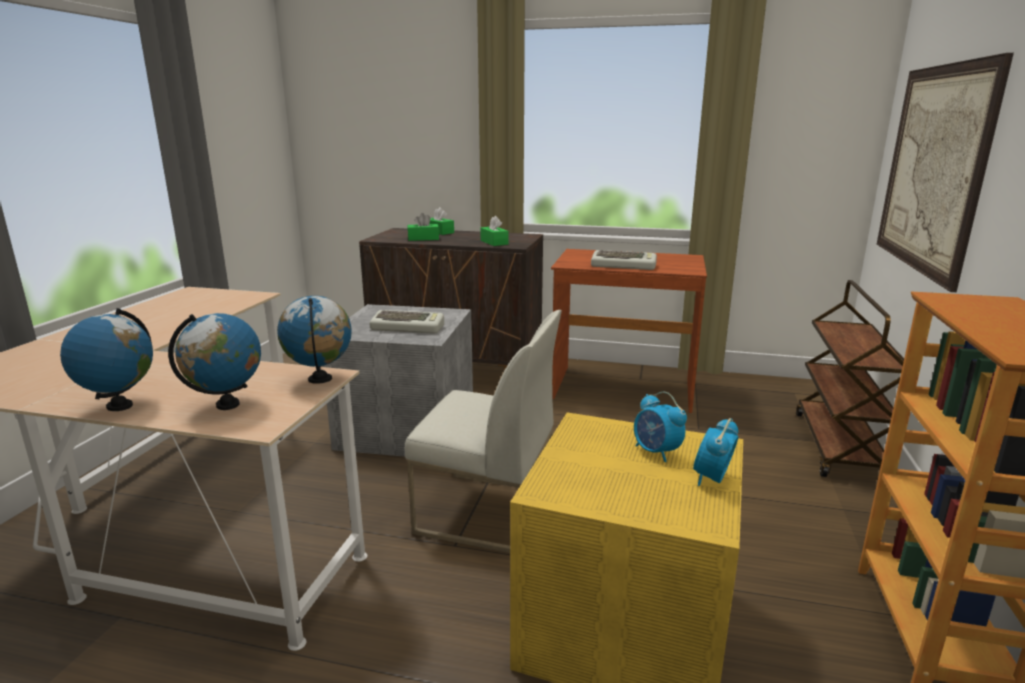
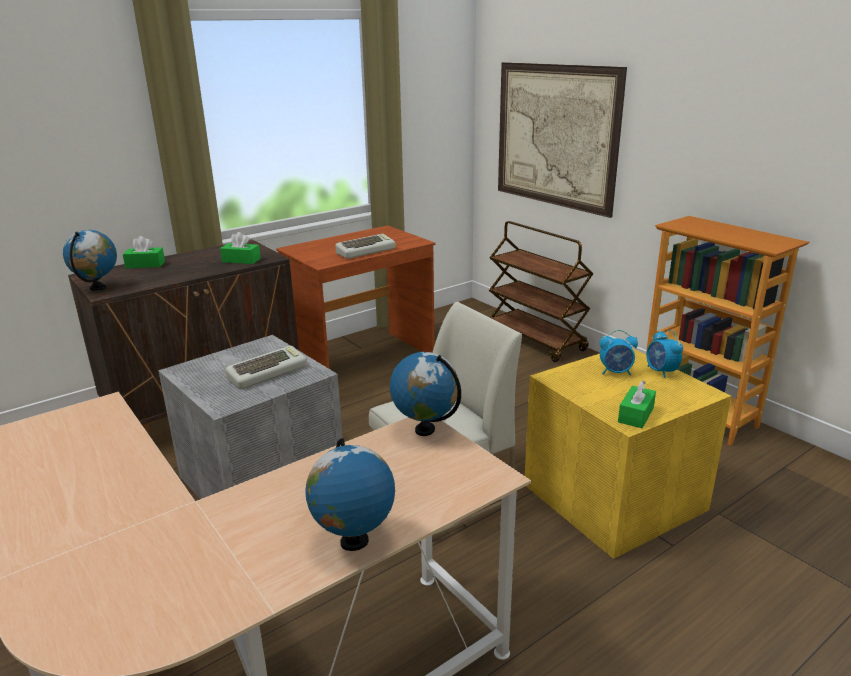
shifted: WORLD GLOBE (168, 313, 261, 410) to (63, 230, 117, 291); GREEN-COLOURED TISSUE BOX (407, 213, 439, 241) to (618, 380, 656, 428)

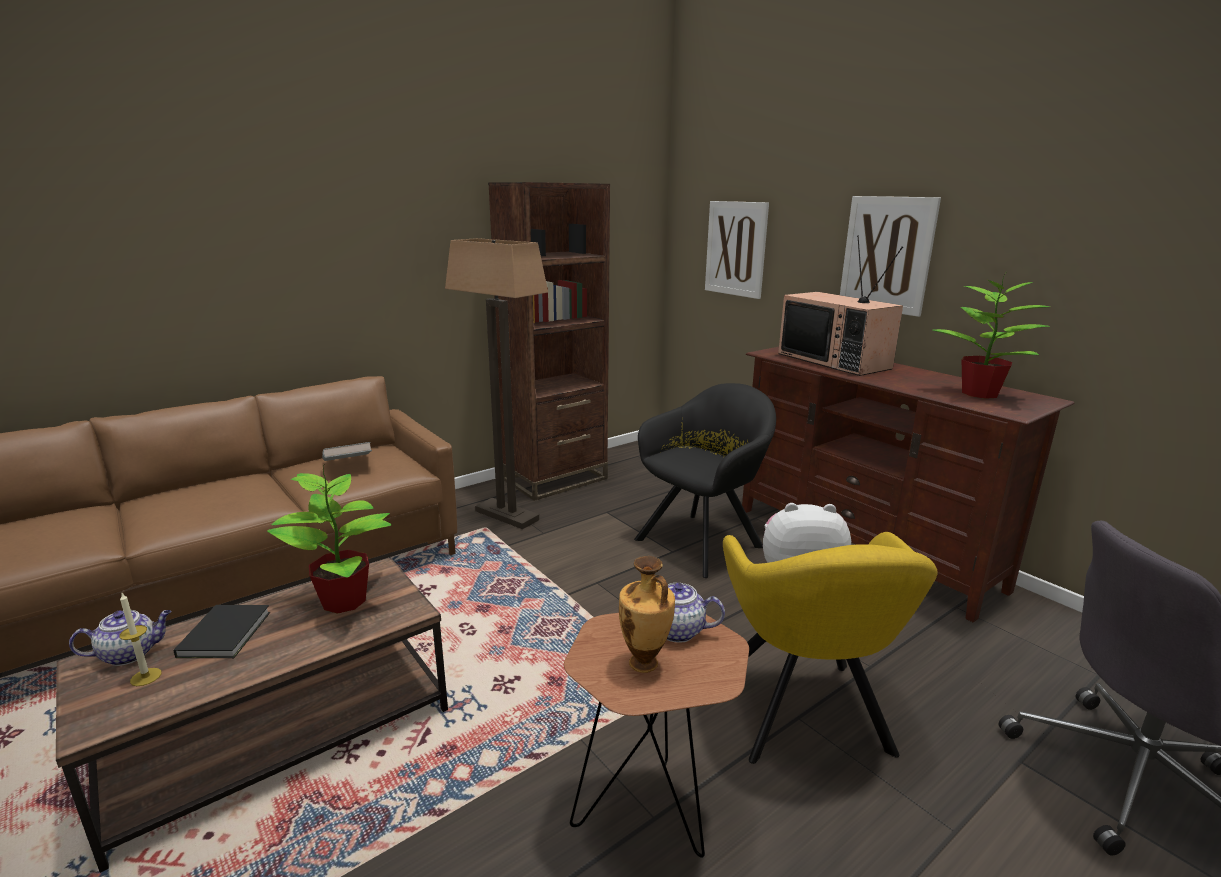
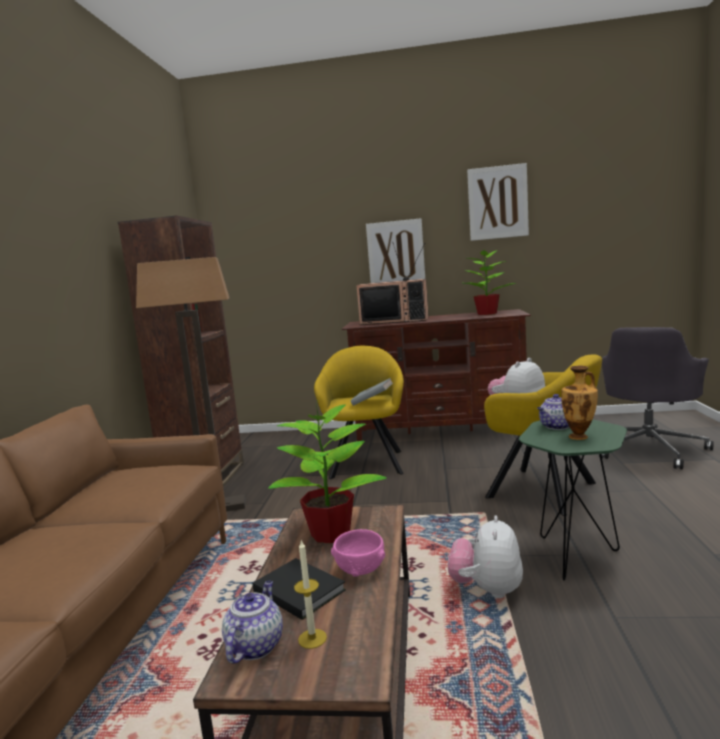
new: PINK SERVING BOWL (331, 529, 385, 577); CUDDLY TOY (448, 515, 523, 598)
shifted: GREYISH BOOK (322, 442, 372, 461) to (350, 378, 393, 406); WALL PICTURE (705, 201, 769, 299) to (467, 163, 529, 241)
repainted: BROWNISH END TABLE (564, 613, 749, 858) to GREEN-COLOURED END TABLE (519, 420, 627, 581); BLACKISH LOUNGE CHAIR (634, 383, 776, 578) to YELLOW-COLOURED LOUNGE CHAIR (314, 346, 404, 479)

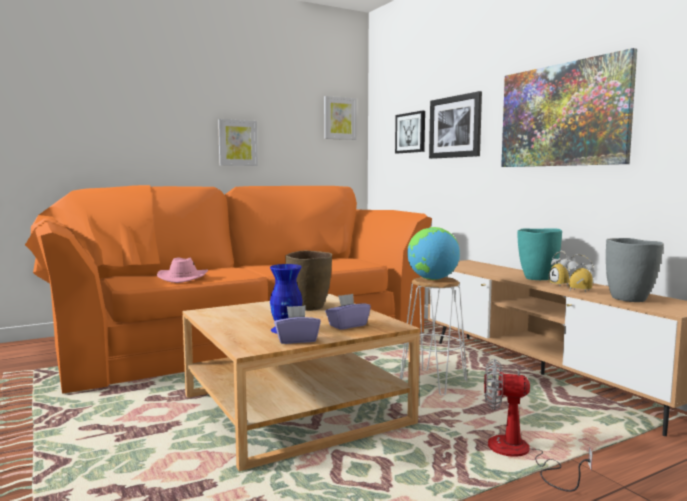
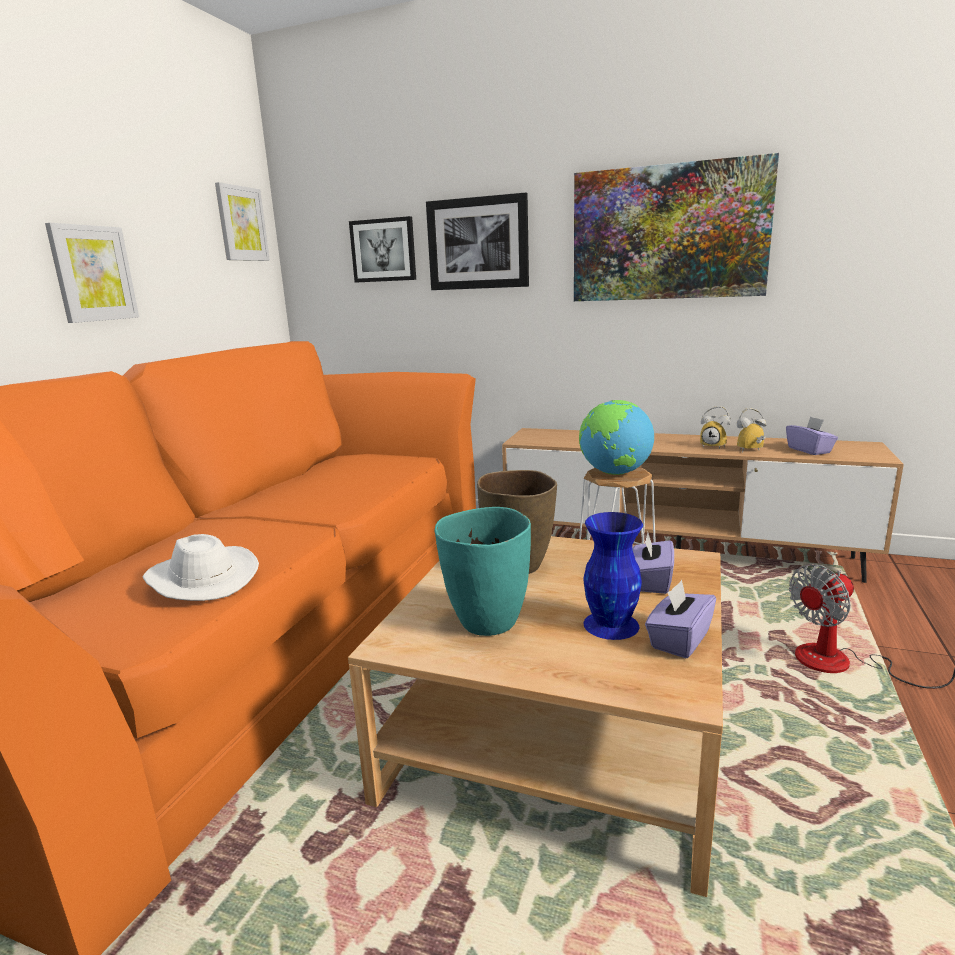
shifted: TURQUOISE VASE (517, 228, 562, 280) to (435, 507, 531, 636)
swapped: GREYISH VASE (606, 238, 664, 302) to PURPLISH TISSUE BOX (786, 416, 838, 455)
repainted: PINK WEARABLE HAT (157, 258, 208, 283) to WHITISH WEARABLE HAT (142, 534, 259, 601)

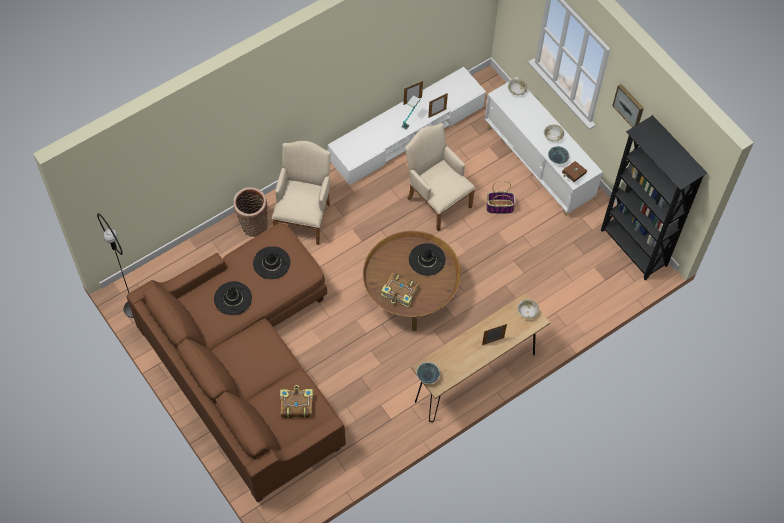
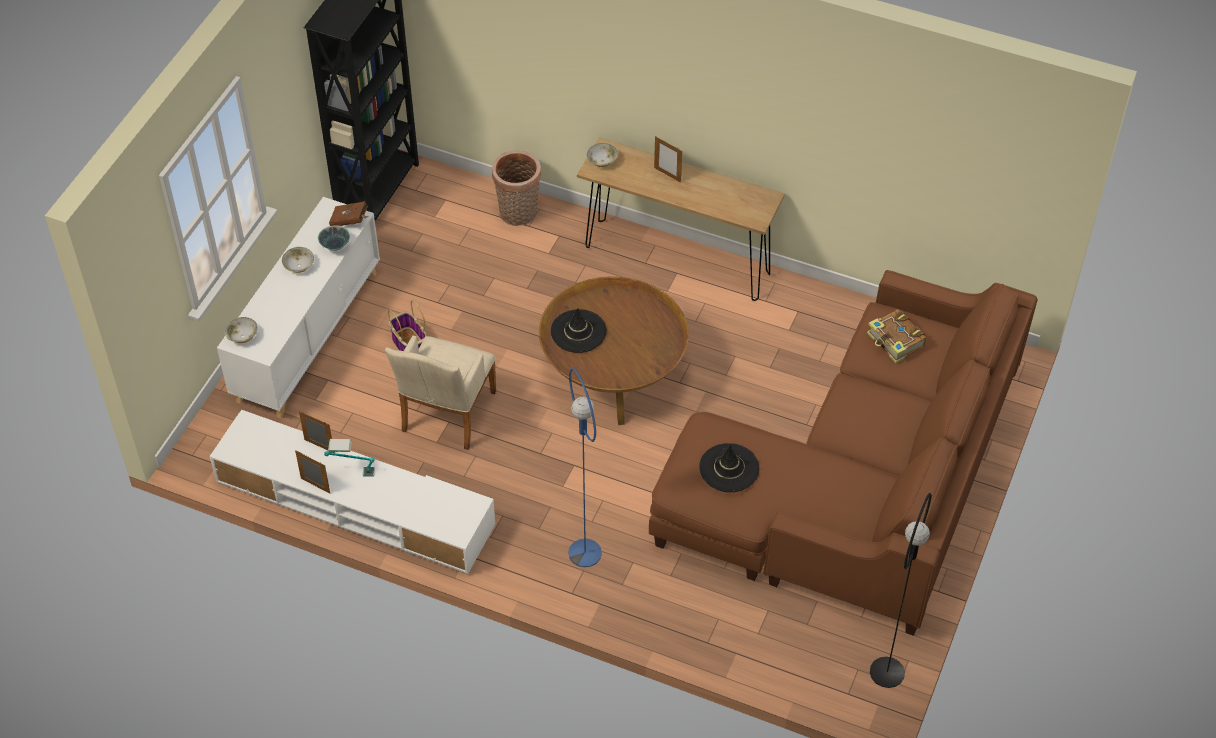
gone: BLACKISH WEARABLE HAT (214, 281, 252, 315); BOOK (381, 273, 419, 308); SERVING BOWL (416, 362, 440, 384); WALL PICTURE (612, 84, 644, 128)
shifted: STORAGE BASKET (233, 187, 268, 237) to (492, 150, 541, 226)
swapped: BEIGE-COLOURED LOUNGE CHAIR (272, 141, 330, 245) to BLUE-COLOURED STANDING LAMP (568, 368, 602, 567)

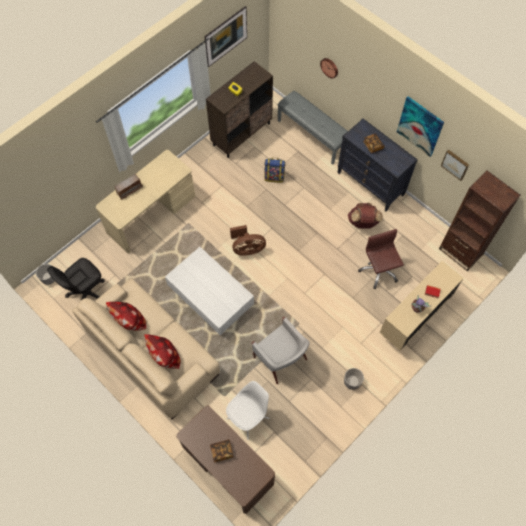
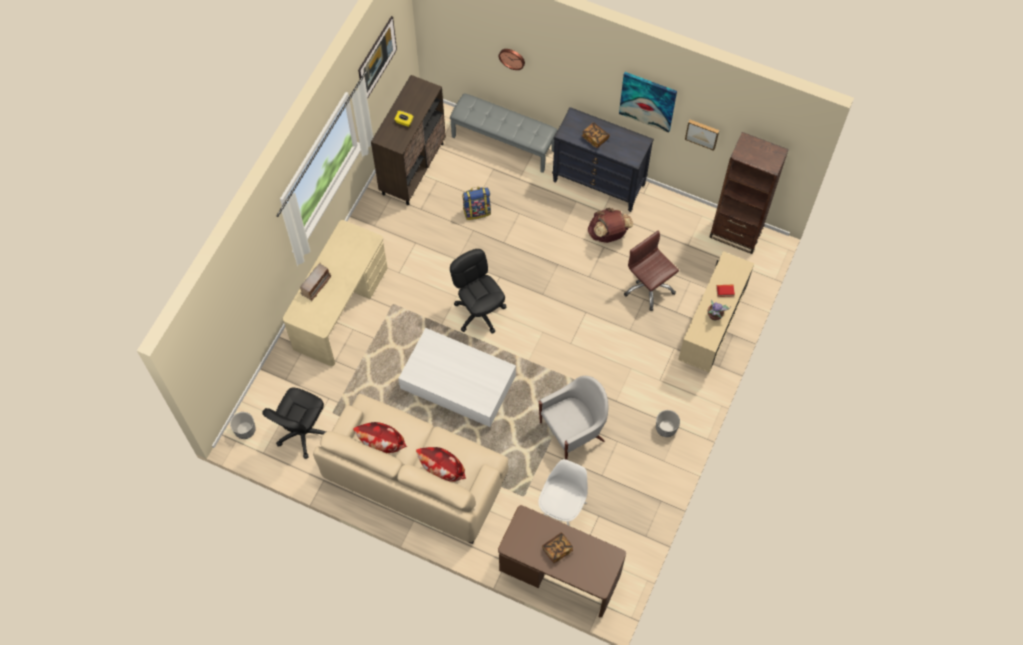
swapped: BROWNISH ELECTRIC FAN (230, 225, 266, 256) to BLACKISH OFFICE CHAIR (450, 249, 506, 334)
rotated: WHITISH LOUNGE CHAIR (252, 317, 310, 384) = (539, 376, 608, 460) 60 degrees counterclockwise

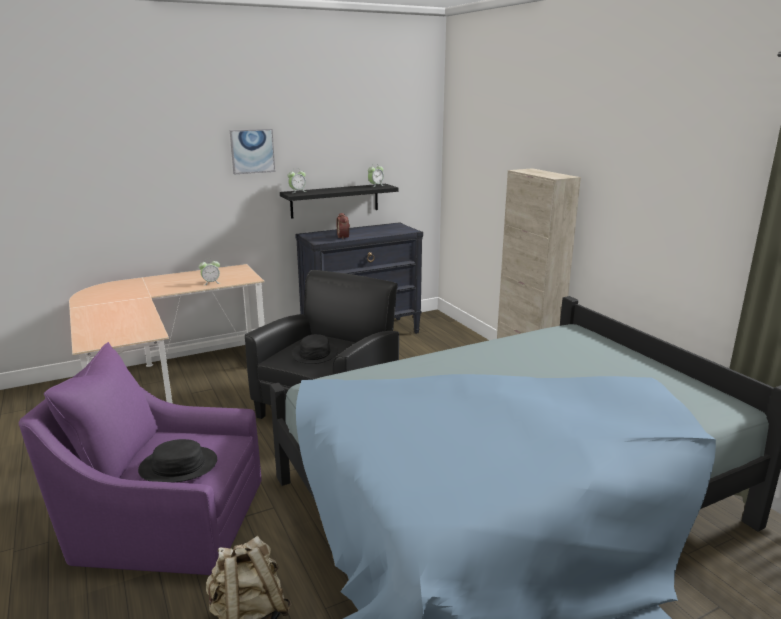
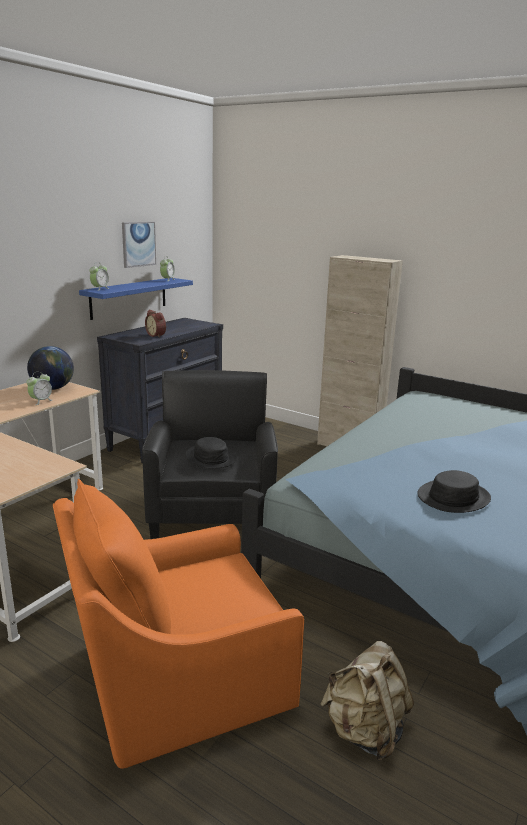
new: WORLD GLOBE (27, 346, 74, 390)
shifted: BLACKISH WEARABLE HAT (138, 439, 217, 483) to (417, 470, 491, 513); WALL PICTURE (230, 129, 275, 174) to (122, 222, 156, 268)
repainted: PURPLISH LOUNGE CHAIR (19, 342, 262, 575) to ORANGE LOUNGE CHAIR (53, 479, 304, 769); BLACKISH SHELF (280, 184, 398, 219) to BLUE-COLOURED SHELF (79, 278, 193, 320)

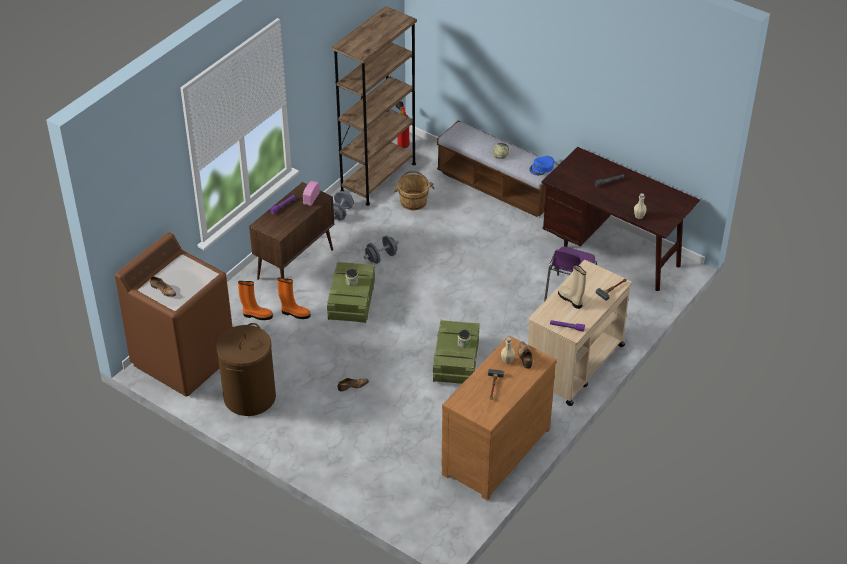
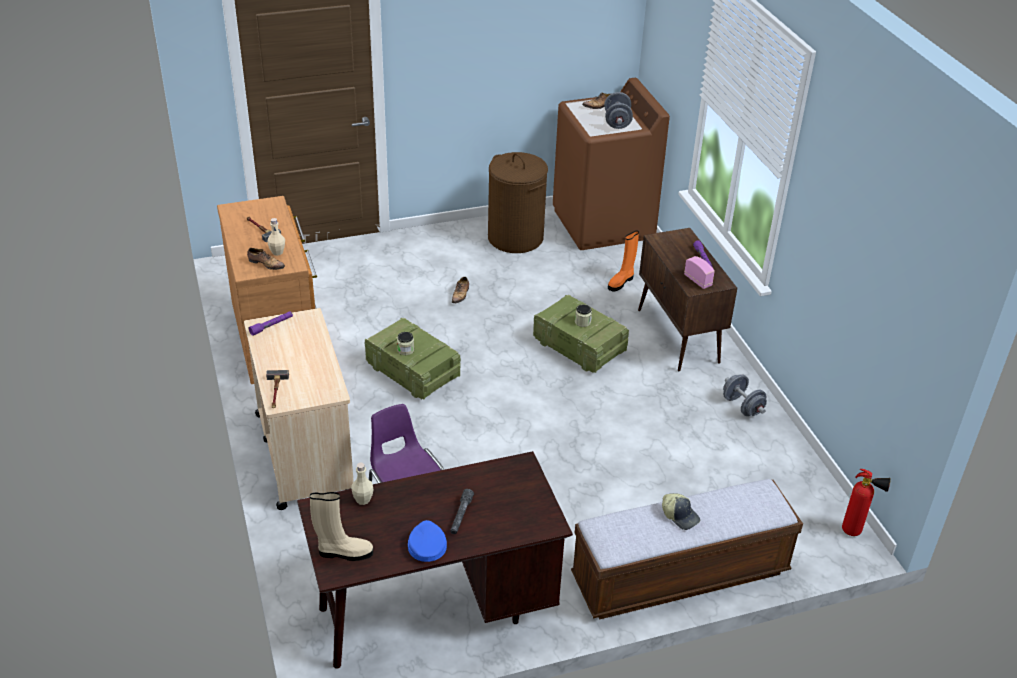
gone: ORANGE TALL BOOT (277, 278, 311, 319); BROWNISH BOOKSHELF (332, 6, 417, 206); BROWNISH PAIL (393, 171, 435, 210)
shifted: GREYISH FREE WEIGHT (364, 236, 399, 264) to (604, 92, 633, 129); BLUE-COLOURED BASEBALL CAP (529, 156, 554, 176) to (408, 520, 447, 562); BEIGE-COLOURED TALL BOOT (558, 265, 586, 309) to (310, 492, 373, 561)

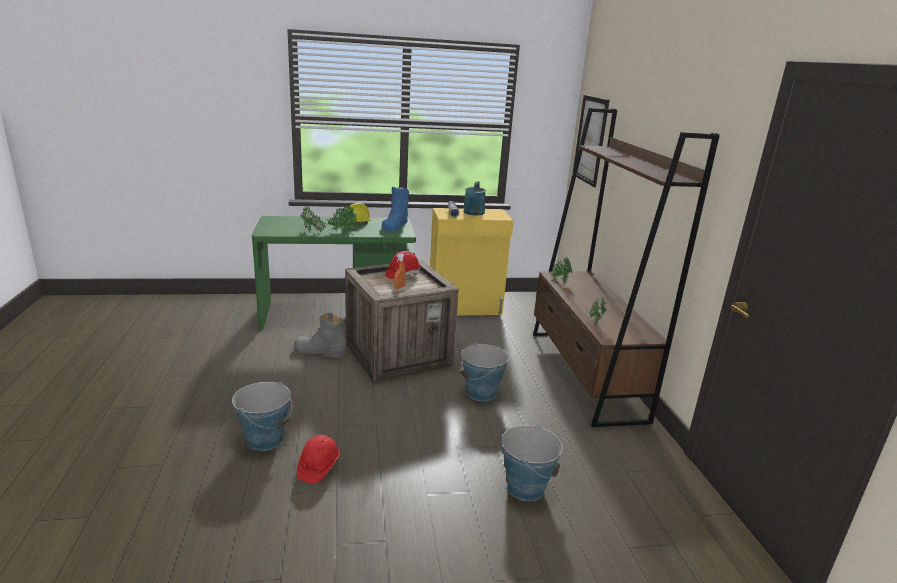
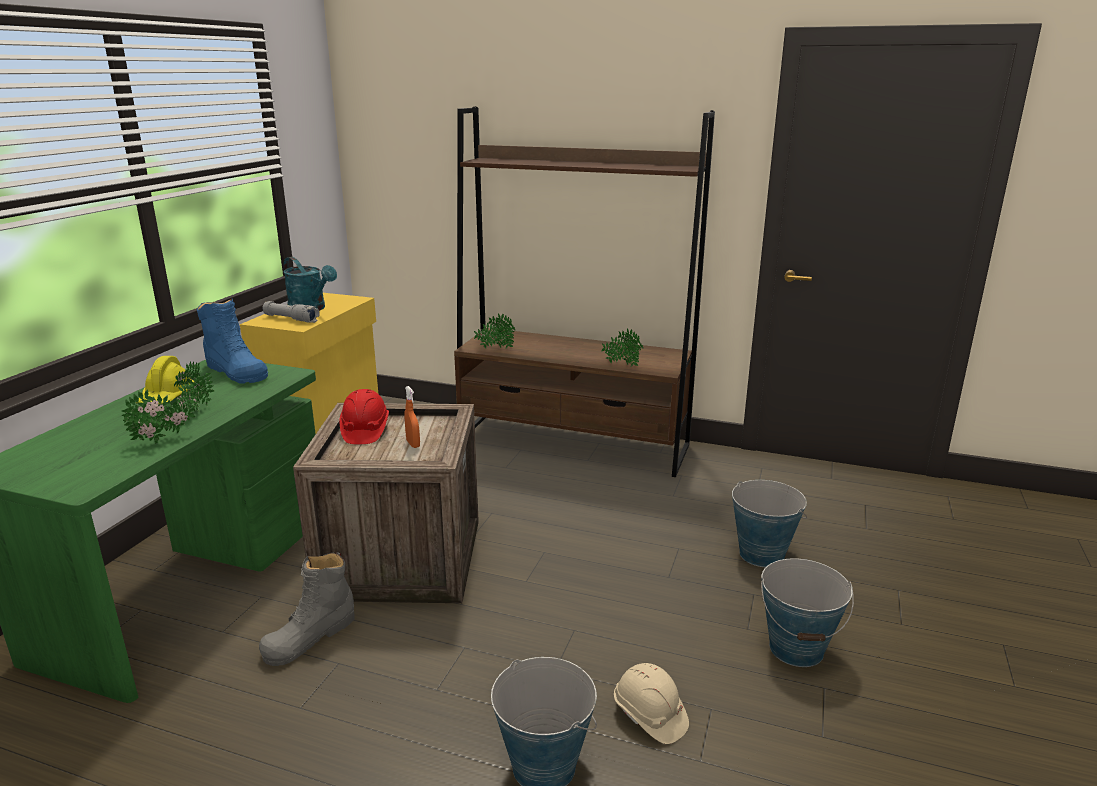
gone: WALL PICTURE (573, 95, 610, 187)
shifted: PAIL (460, 343, 509, 401) to (761, 559, 854, 667)
repainted: REDDISH SAFETY HELMET (297, 435, 340, 484) to BEIGE-COLOURED SAFETY HELMET (614, 663, 689, 744)

